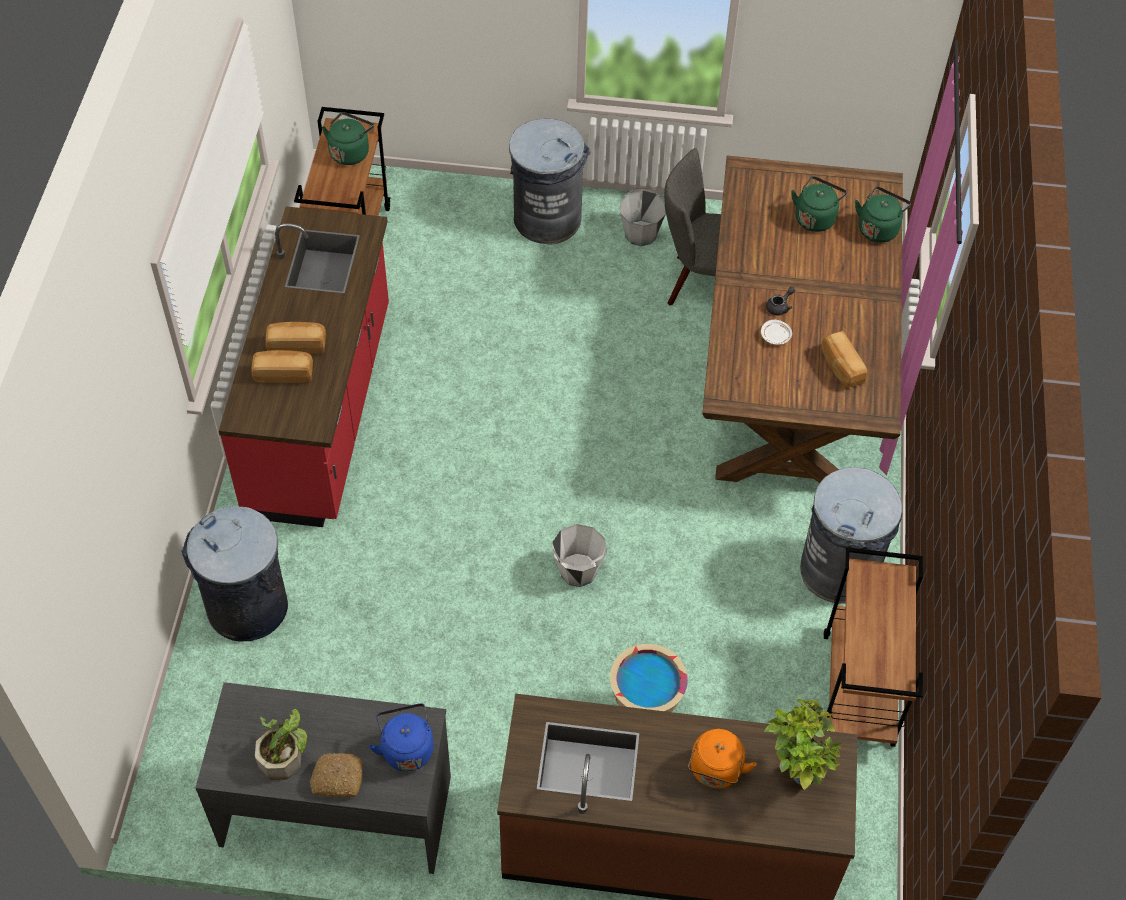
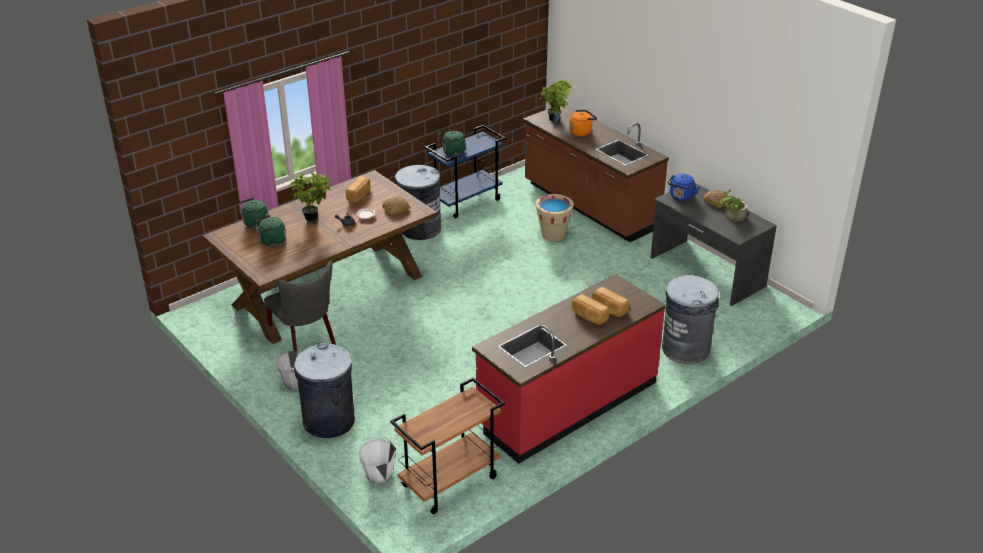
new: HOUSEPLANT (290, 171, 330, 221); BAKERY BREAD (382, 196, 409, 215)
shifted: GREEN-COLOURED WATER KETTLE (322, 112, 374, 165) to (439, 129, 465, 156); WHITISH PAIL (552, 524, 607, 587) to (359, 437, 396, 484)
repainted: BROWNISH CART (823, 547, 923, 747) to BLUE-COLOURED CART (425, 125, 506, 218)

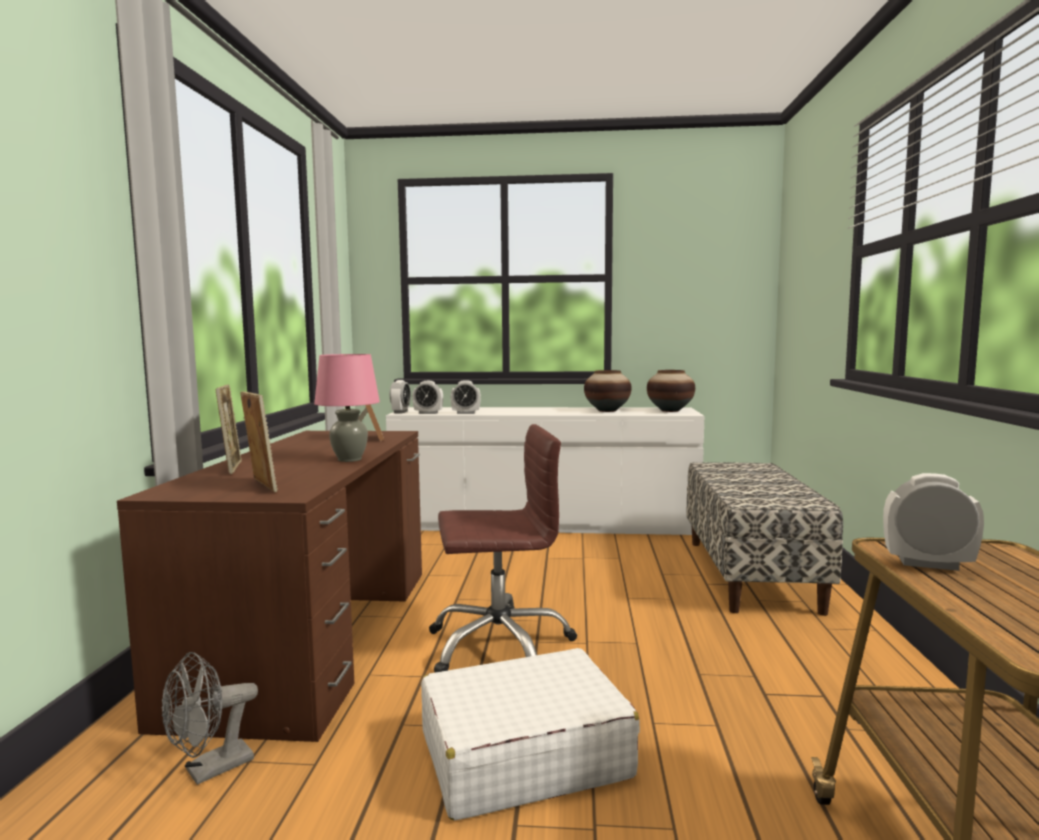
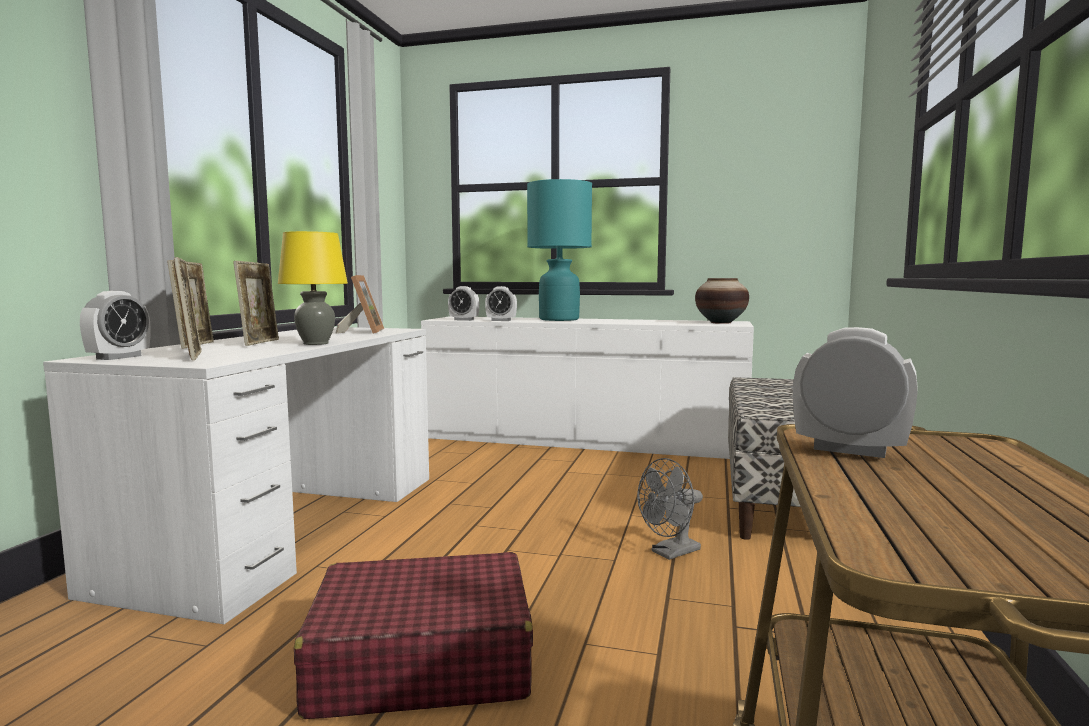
gone: BROWNISH OFFICE CHAIR (429, 424, 577, 673); VASE (584, 370, 632, 412)
new: PICTURE FRAME (233, 261, 279, 346); TURQUOISE TABLE LAMP (527, 179, 592, 321)
shifted: GREYISH ELECTRIC FAN (162, 652, 258, 785) to (637, 458, 703, 560); TABLE CLOCK (390, 380, 411, 413) to (80, 291, 150, 360)
repainted: BROWNISH DESK UNIT (117, 431, 422, 742) to WHITISH DESK UNIT (43, 327, 429, 624); PINK TABLE LAMP (314, 354, 380, 462) to YELLOW-COLOURED TABLE LAMP (278, 231, 348, 345); WHITISH PIECE OF LUGGAGE (421, 648, 640, 821) to REDDISH PIECE OF LUGGAGE (294, 552, 533, 719)

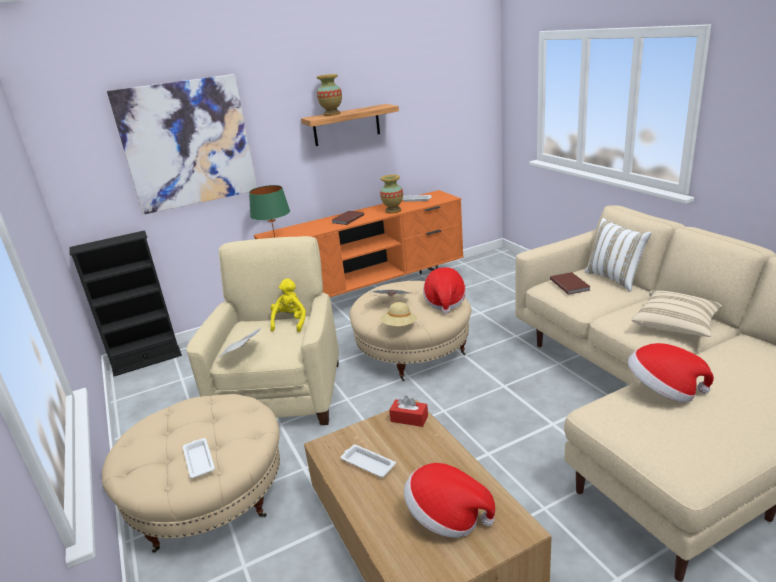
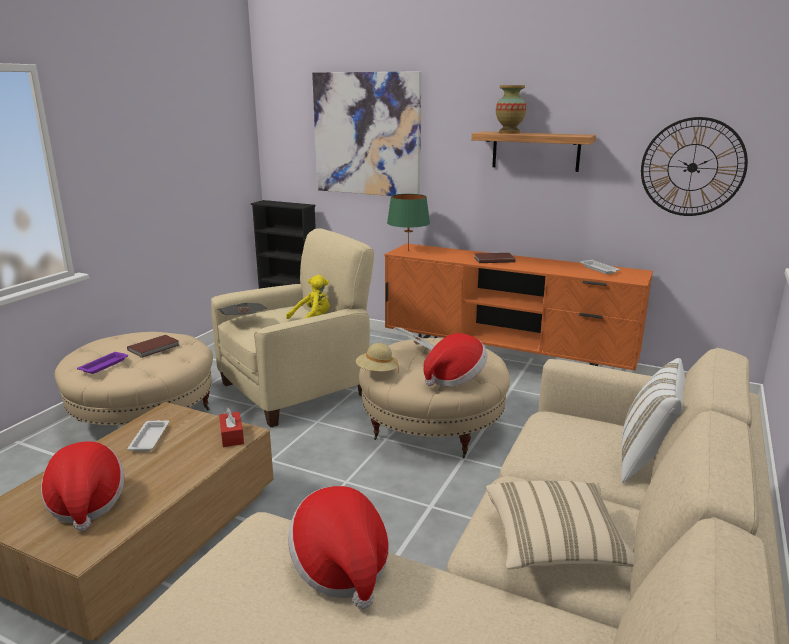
gone: VASE (380, 175, 403, 214)
new: CLOCK ON THE WALL (641, 117, 748, 216)
shifted: BROWNISH BOOK (550, 272, 591, 295) to (127, 335, 179, 358)
repainted: WHITISH TRAY (183, 438, 215, 478) to PURPLISH TRAY (77, 352, 128, 374)

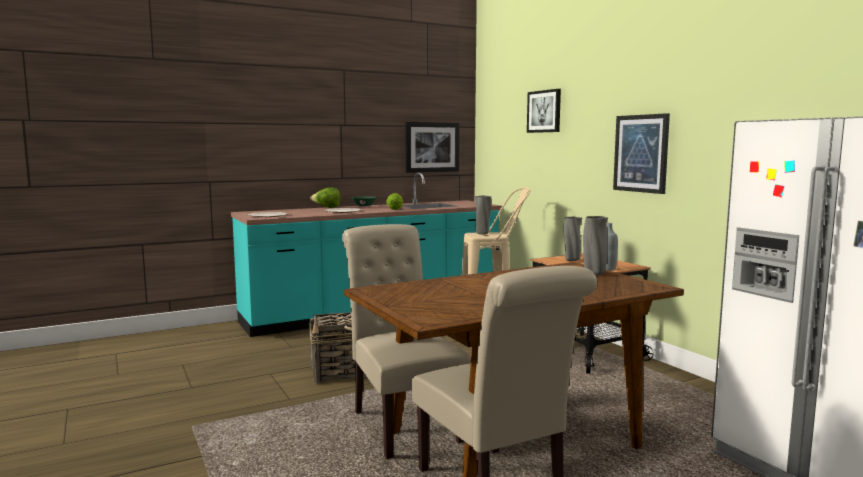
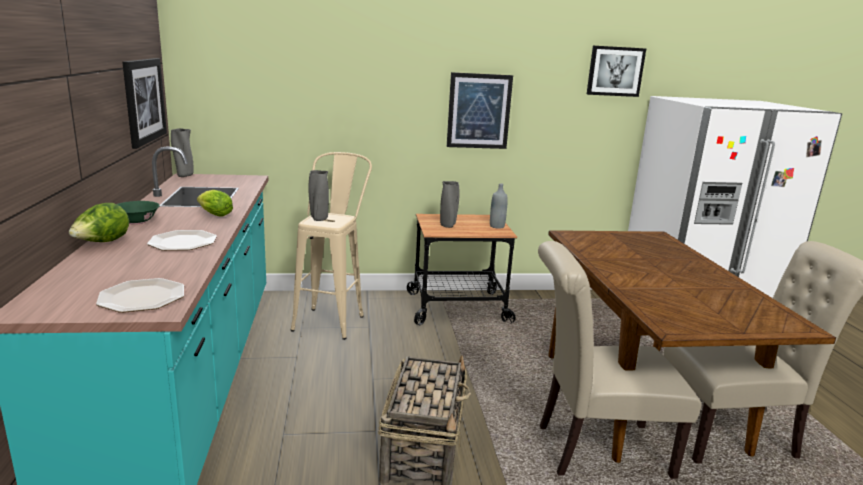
shifted: WALL PICTURE (527, 89, 561, 133) to (587, 46, 646, 97); GREYISH VASE (583, 216, 608, 275) to (171, 128, 194, 177)

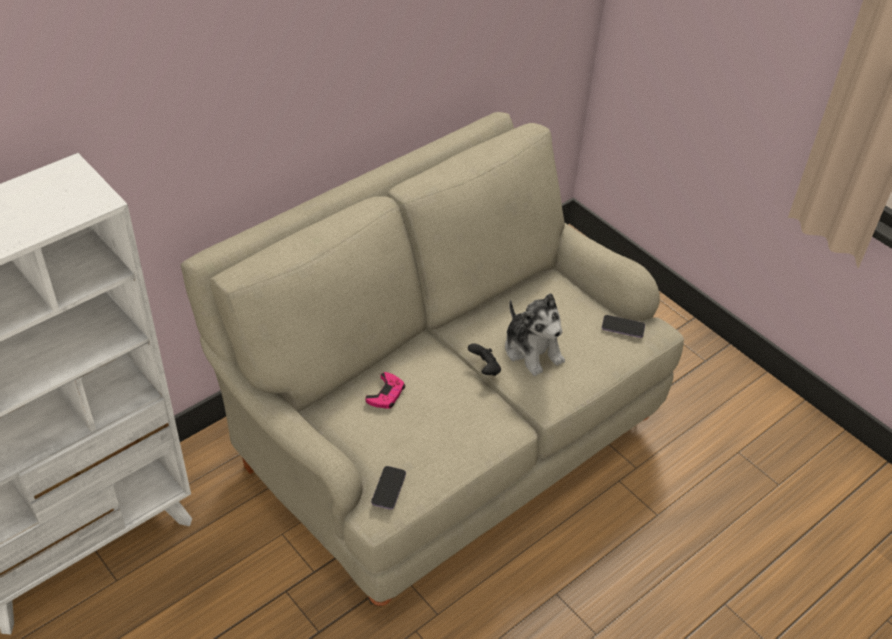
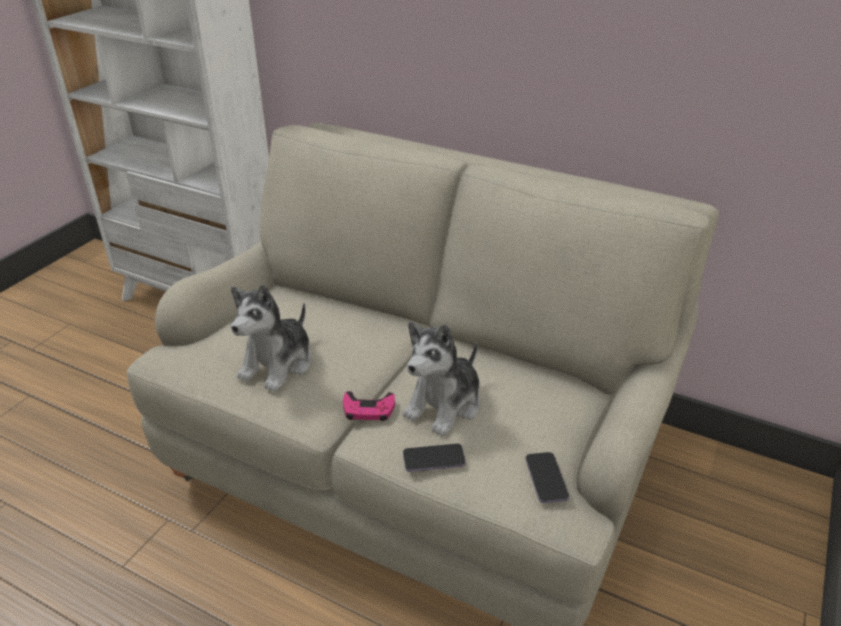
gone: BLACKISH GAMEPAD (468, 343, 501, 376)
new: CUDDLY TOY (231, 284, 312, 392)
shifted: PINK GAMEPAD (365, 372, 405, 409) to (343, 391, 395, 421); HANDSET (371, 466, 406, 510) to (403, 444, 466, 472)

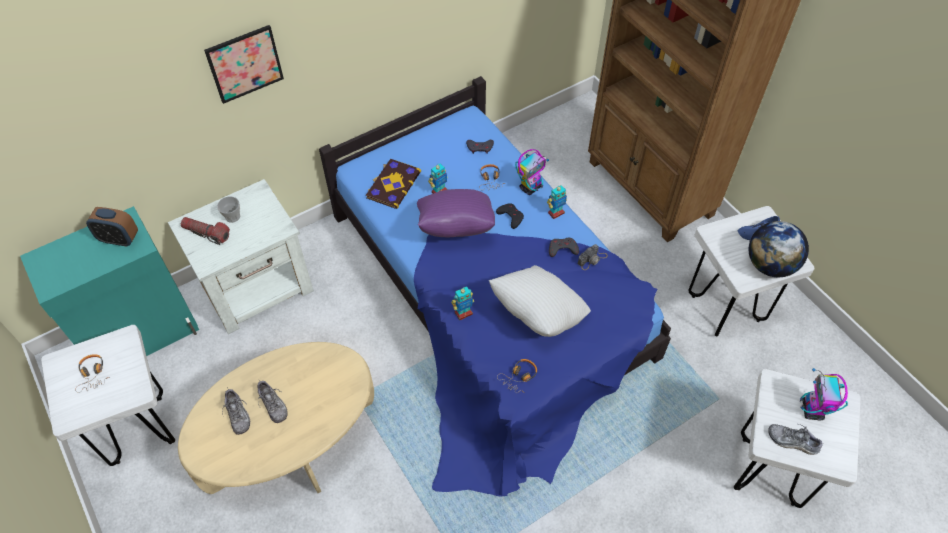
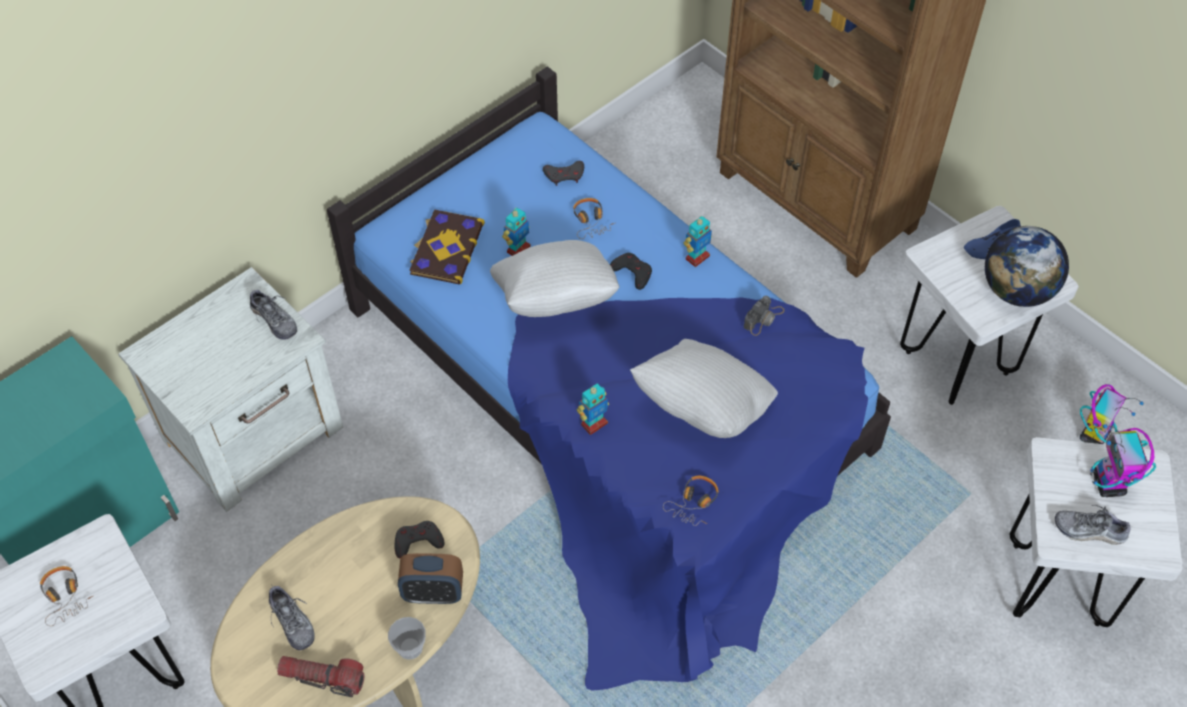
gone: WALL PICTURE (204, 25, 284, 104)
shifted: TABLE CLOCK (86, 207, 138, 247) to (398, 553, 463, 604); TORCH (181, 217, 230, 245) to (277, 656, 364, 697); SMALL CUP (217, 196, 240, 223) to (388, 617, 426, 660); SHOE (257, 380, 288, 423) to (250, 290, 297, 340); MODEL ROBOT (515, 149, 549, 195) to (1080, 384, 1143, 444); GREYISH GAMEPAD (549, 238, 579, 257) to (395, 521, 444, 559)
repainted: PURPLISH THROW PILLOW (417, 189, 495, 237) to WHITISH THROW PILLOW (490, 240, 619, 317)

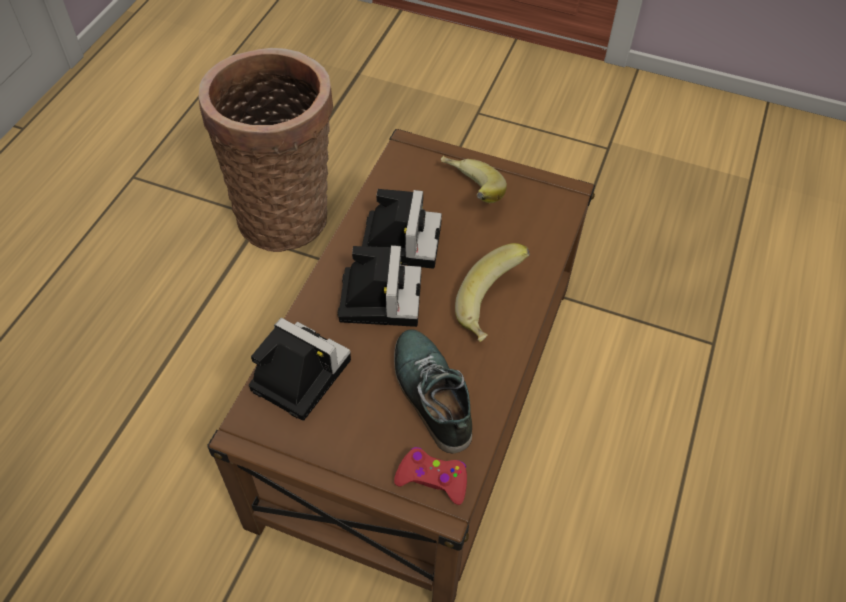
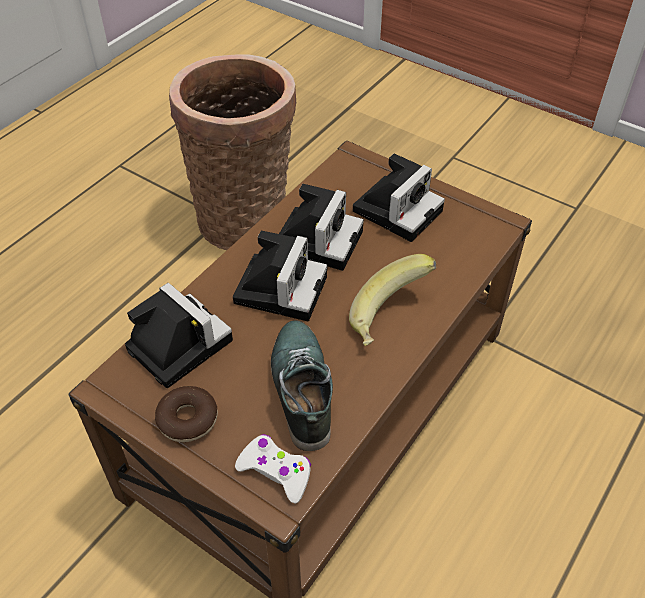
new: DONUT (155, 386, 218, 442)
swapped: BANANA (441, 156, 507, 203) to STILL CAMERA (353, 154, 445, 242)
repainted: REDDISH GAMEPAD (394, 447, 467, 505) to WHITISH GAMEPAD (235, 434, 311, 504)

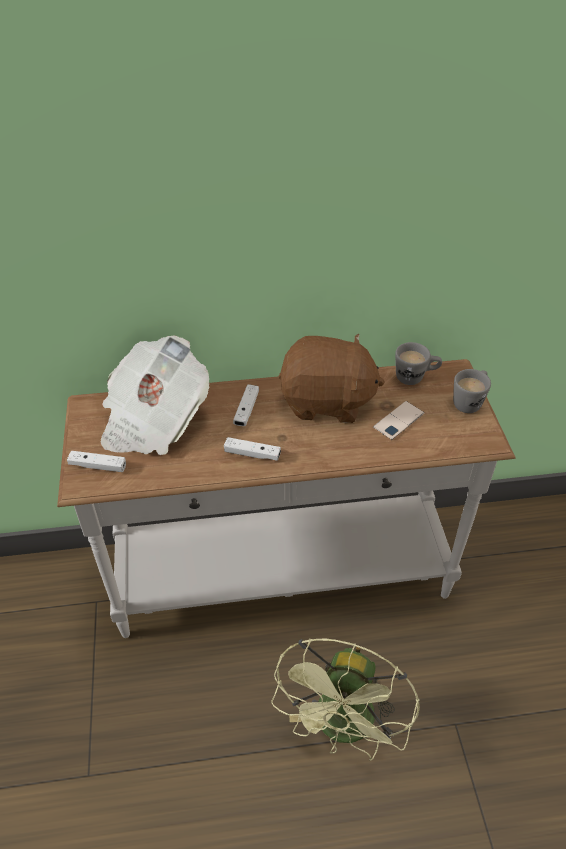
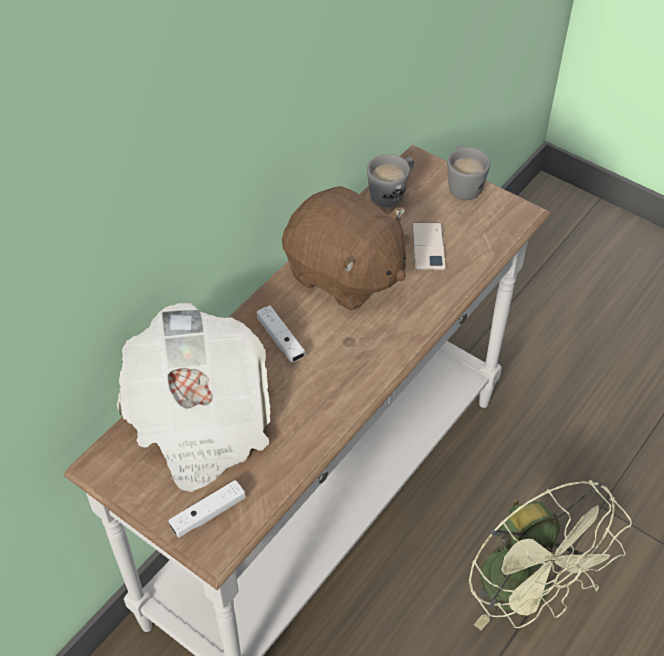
gone: WHITISH GAMEPAD (224, 437, 281, 461)
rotated: BROWNISH CUDDLY TOY (279, 334, 385, 423) = (282, 186, 406, 311) 75 degrees clockwise

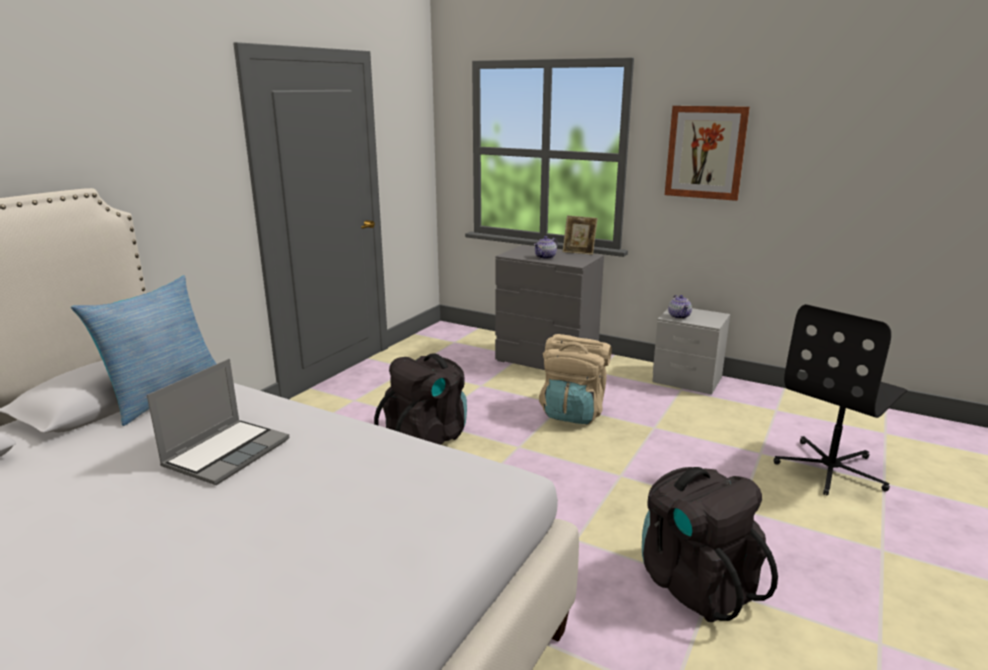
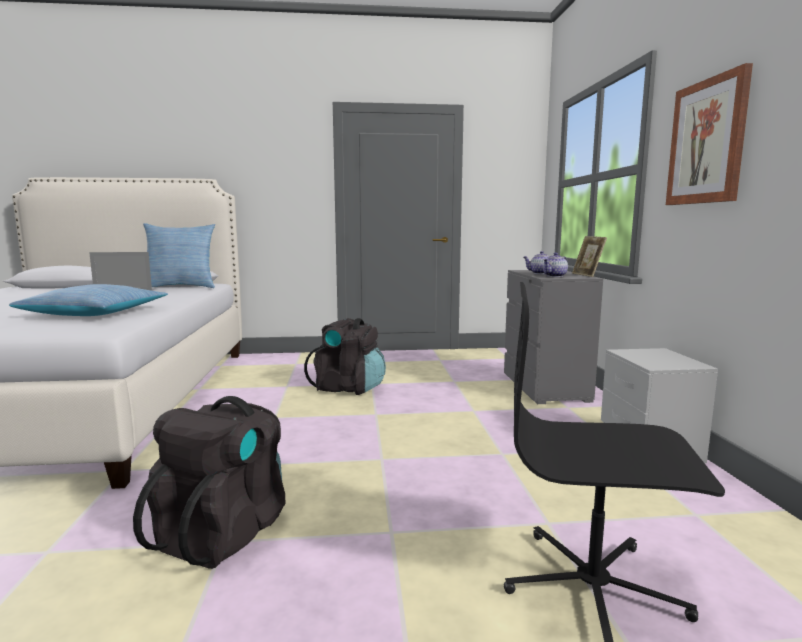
gone: BEIGE-COLOURED KNAPSACK (539, 334, 612, 425)
new: THROW PILLOW (9, 284, 168, 316)
shifted: TEAPOT (668, 295, 692, 319) to (543, 253, 568, 277)

